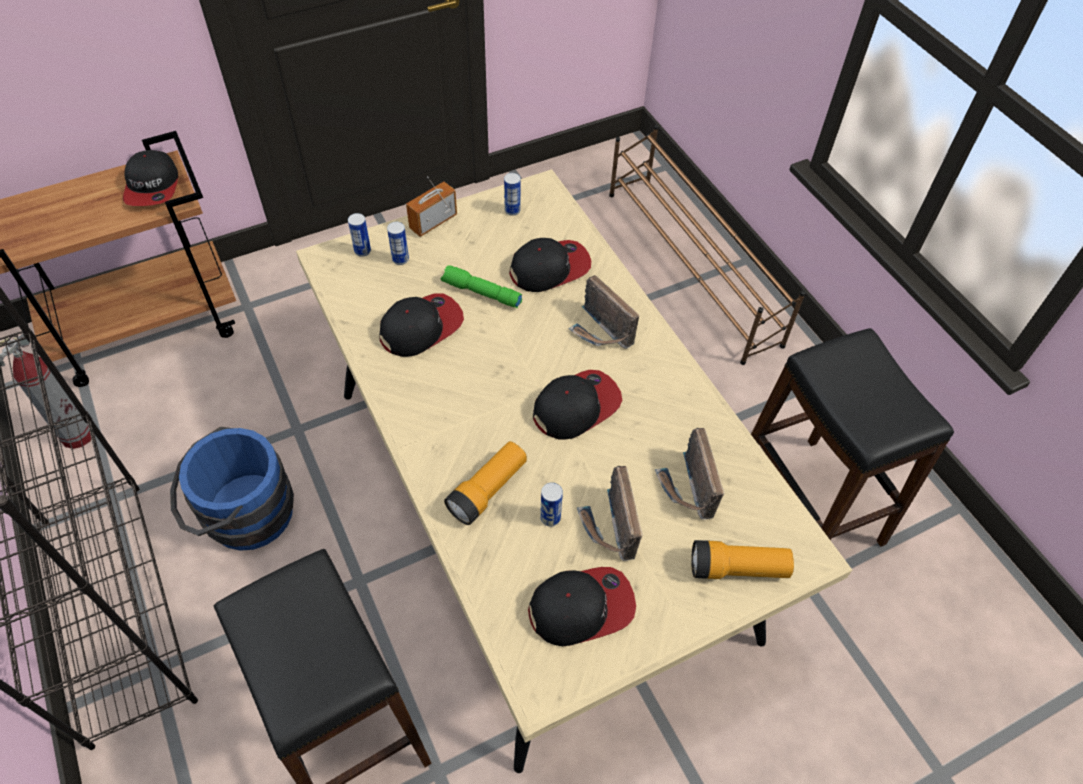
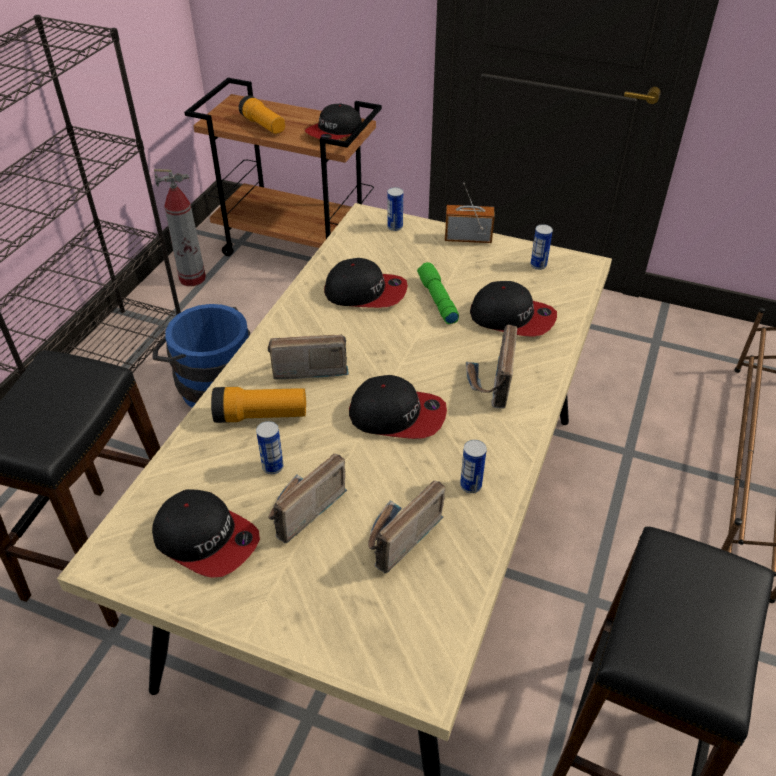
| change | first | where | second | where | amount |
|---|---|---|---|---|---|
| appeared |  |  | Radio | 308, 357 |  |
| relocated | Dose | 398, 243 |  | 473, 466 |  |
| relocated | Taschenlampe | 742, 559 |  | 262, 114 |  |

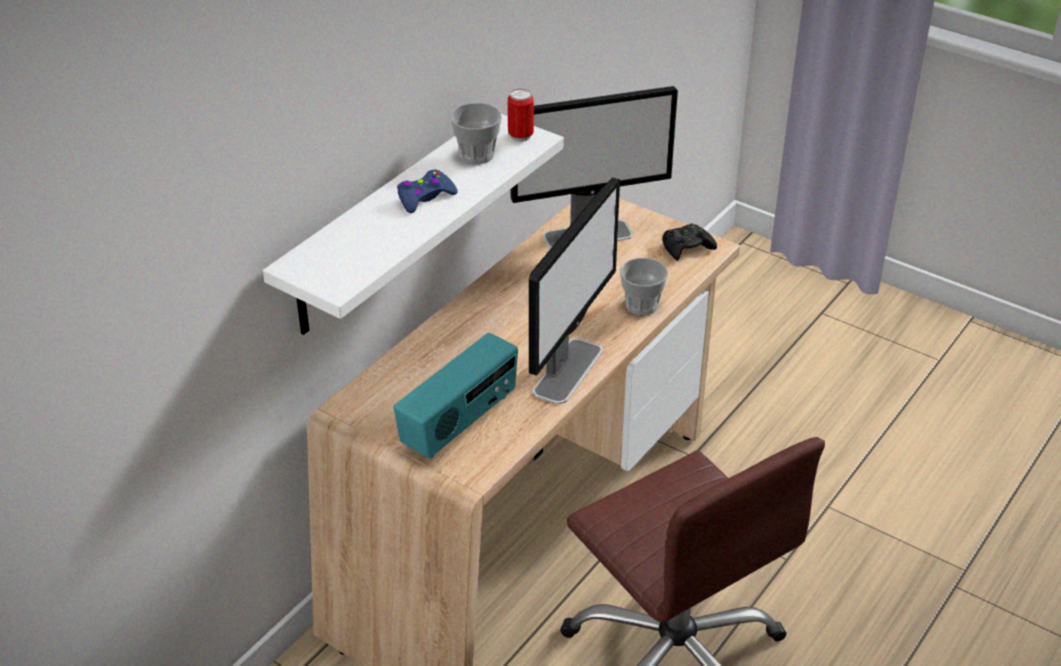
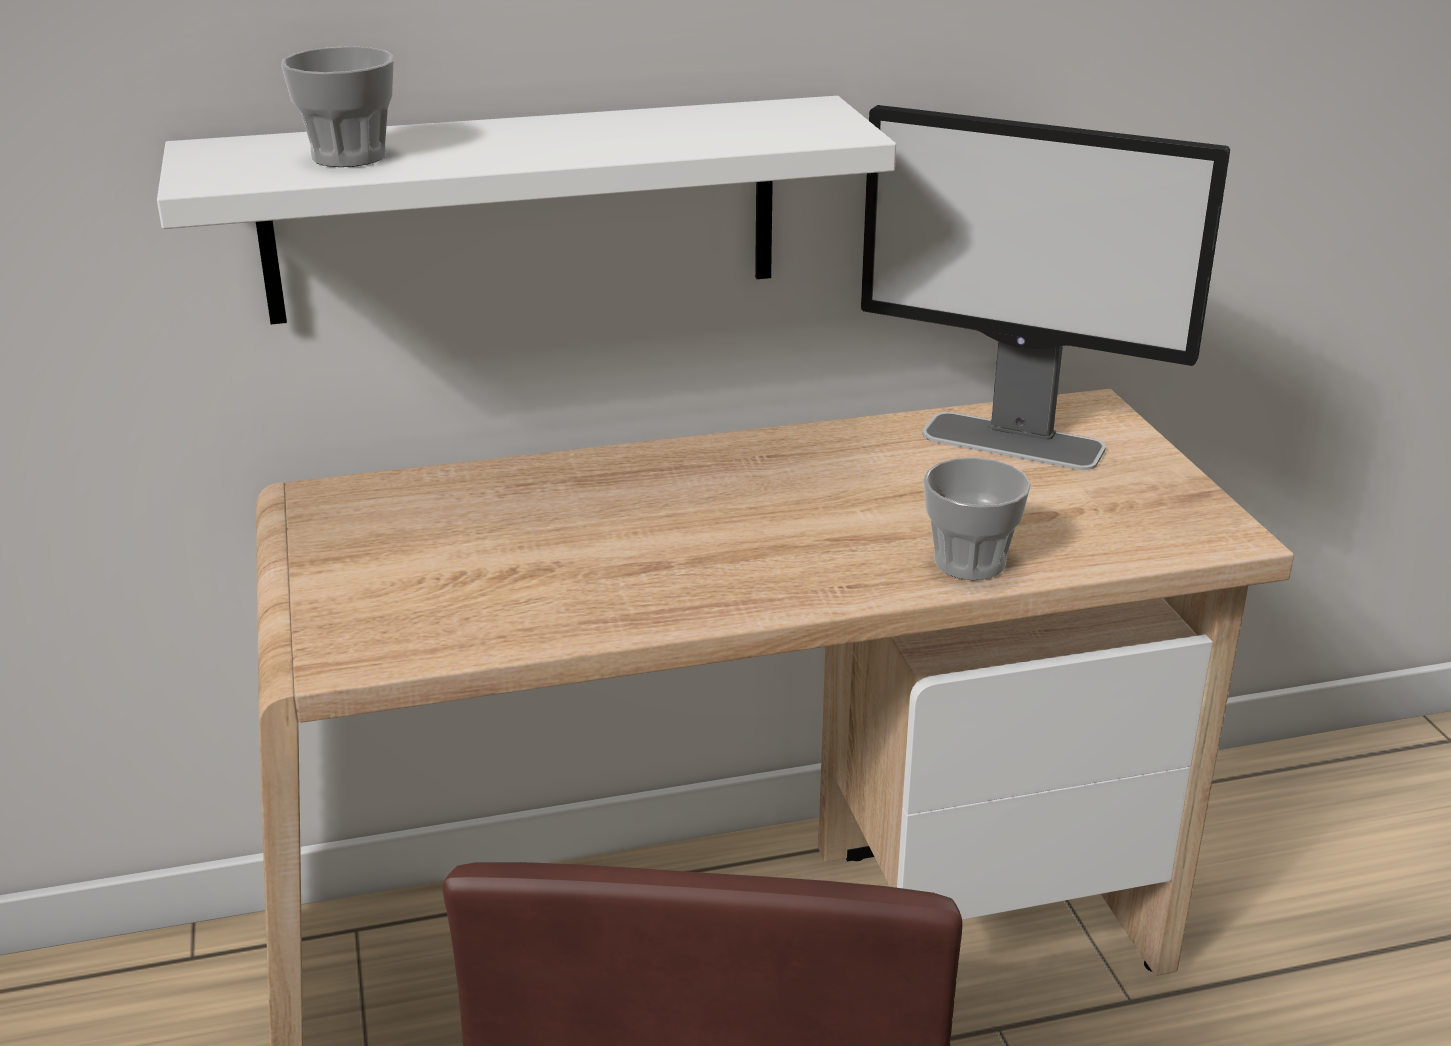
| change | first | where | second | where | amount |
|---|---|---|---|---|---|
| missing | Radio | 455, 396 |  |  |  |
| missing | Gamepad/blau | 427, 191 |  |  |  |
| missing | Dose | 521, 115 |  |  |  |
| missing | Monitor | 574, 290 |  |  |  |
| missing | Gamepad/schwarz | 689, 242 |  |  |  |
| relocated | Tasse | 476, 133 |  | 337, 106 |  |

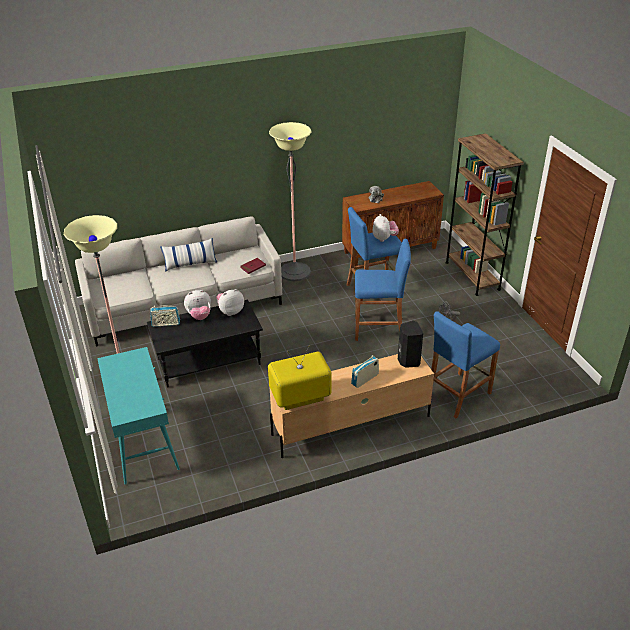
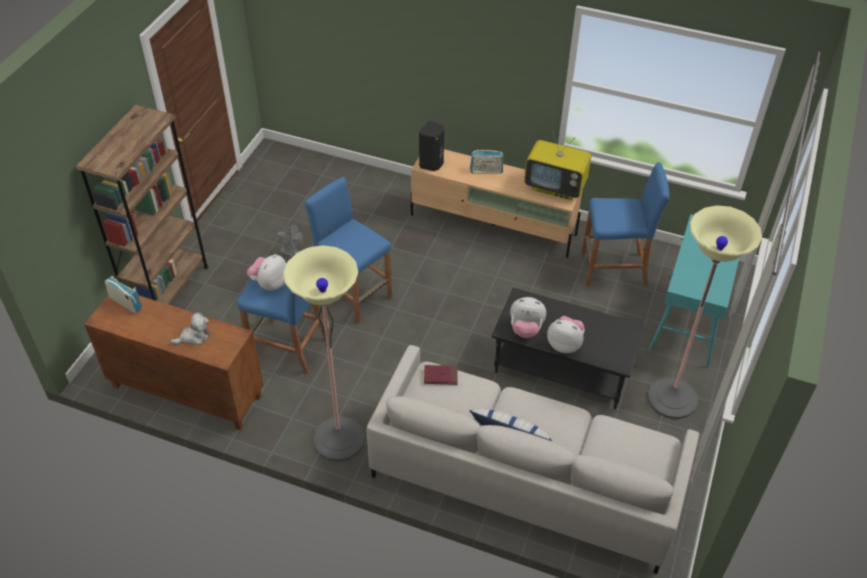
| change | first | where | second | where | amount |
|---|---|---|---|---|---|
| relocated | Radio | 165, 316 |  | 123, 295 |  |
| relocated | Hocker/blau | 465, 364 |  | 625, 224 |  |

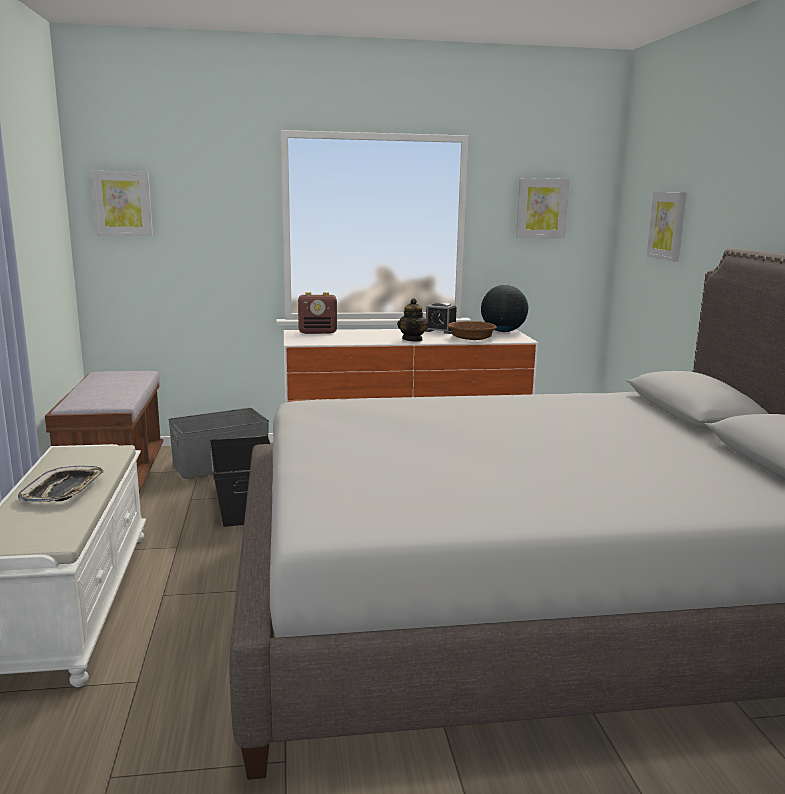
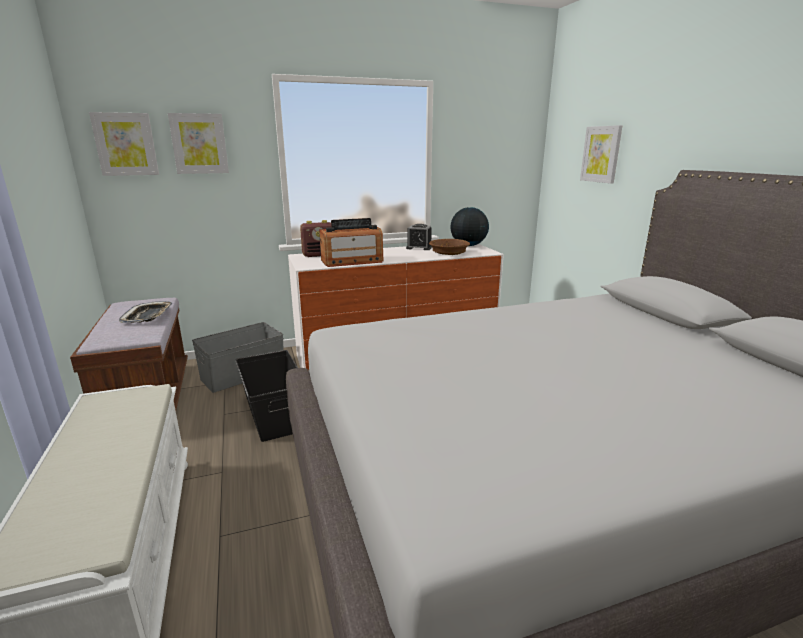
| change | first | where | second | where | amount |
|---|---|---|---|---|---|
| missing | Teekanne | 413, 320 |  |  |  |
| appeared |  |  | Radio | 351, 242 |  |
| relocated | Tablett | 61, 484 |  | 145, 312 |  |
| relocated | Bild | 542, 208 |  | 198, 143 |  |

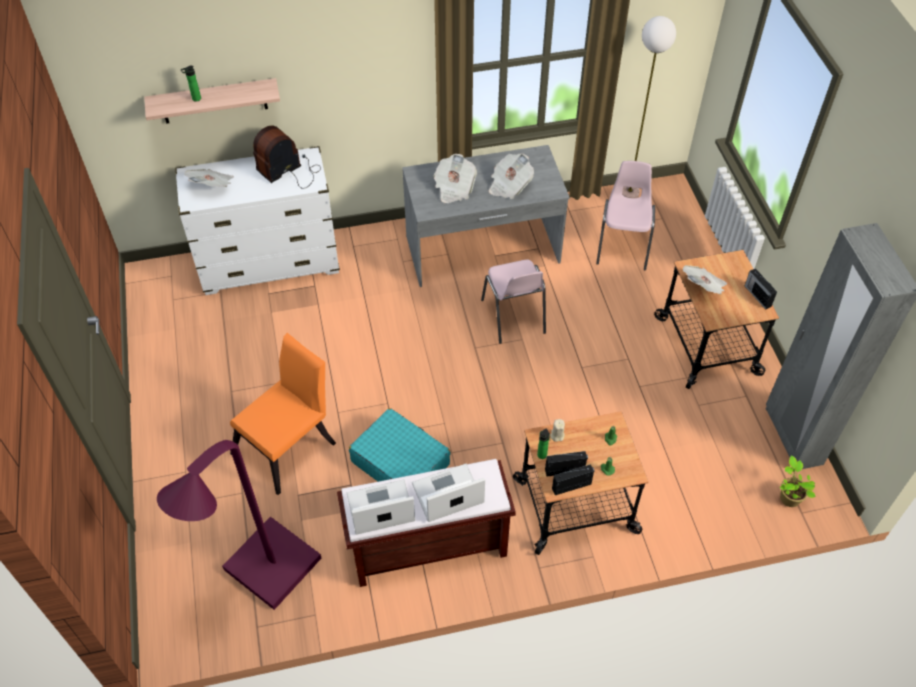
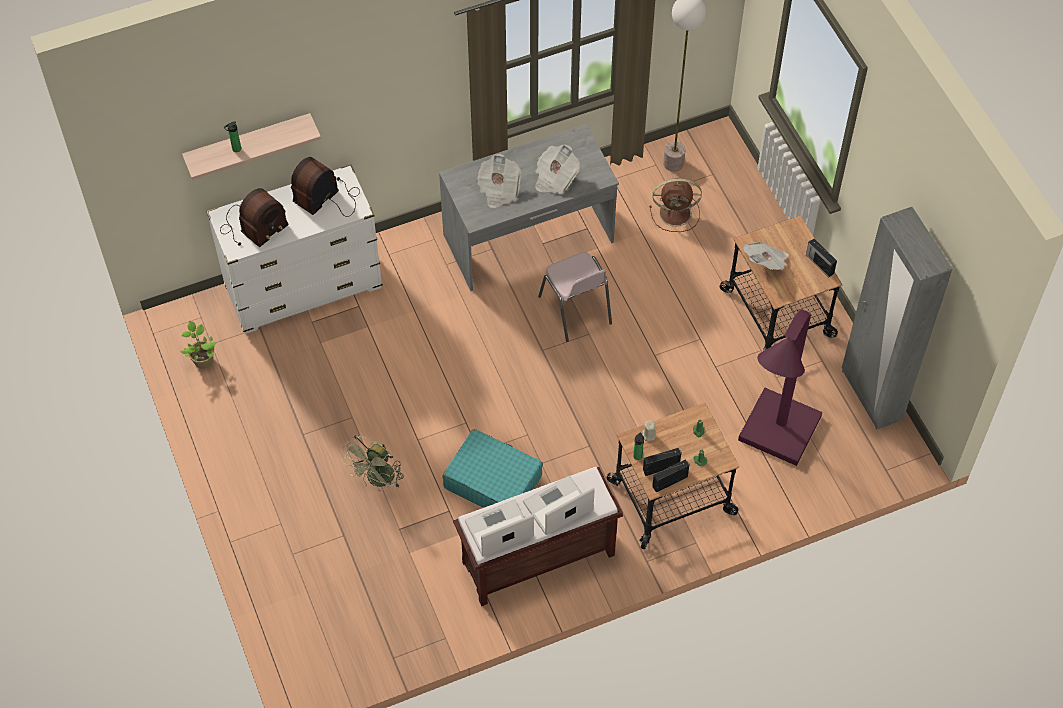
| change | first | where | second | where | amount |
|---|---|---|---|---|---|
| relocated | Stehlampe/lila | 239, 525 |  | 780, 388 |  |
| relocated | Topfpflanze | 798, 481 |  | 198, 345 |  |
| exchanged | Zeitung | 209, 178 | Radio | 254, 217 |  |
| exchanged | Stuhl/orange | 283, 414 | Ventilator/grün | 373, 463 |  |
| exchanged | Stuhl/rosa | 625, 215 | Ventilator/braun | 675, 205 |  |

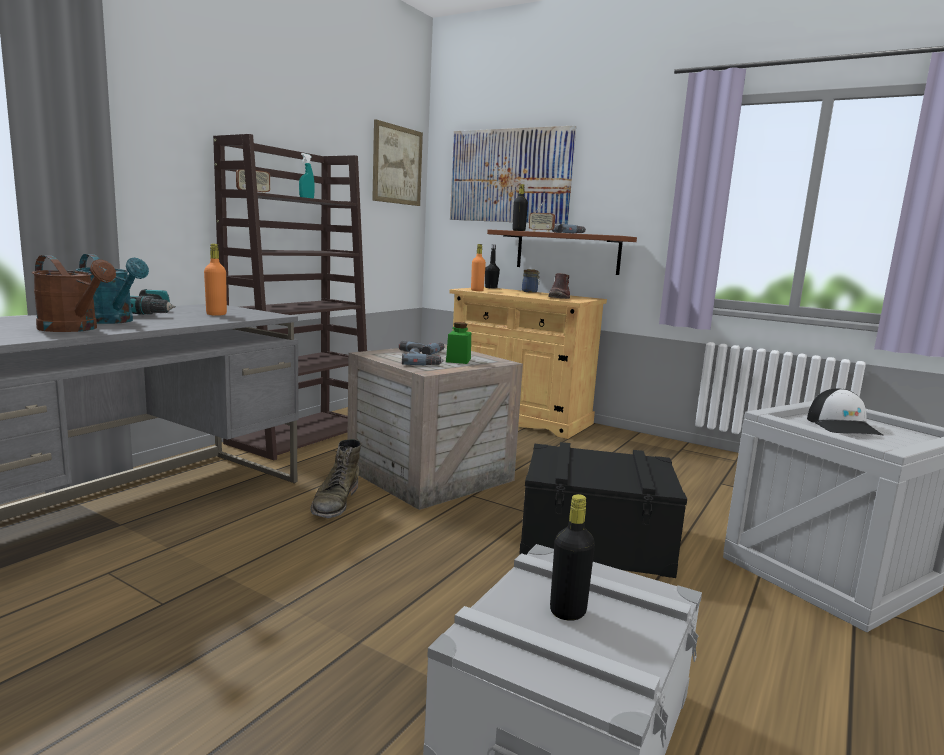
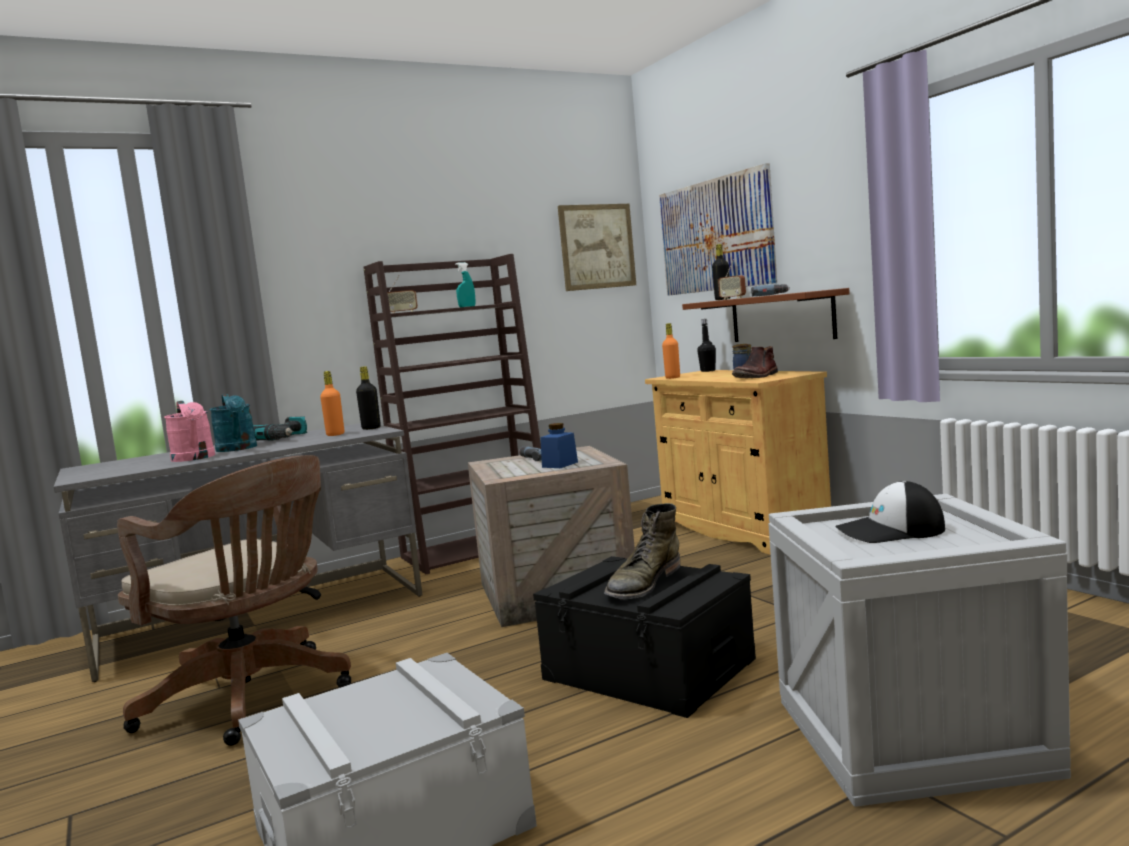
| change | first | where | second | where | amount |
|---|---|---|---|---|---|
| missing | Bohrmaschine | 422, 356 |  |  |  |
| appeared |  |  | Bürostuhl/braun | 234, 600 |  |
| relocated | Stiefel/grün | 335, 478 |  | 642, 551 |  |
| relocated | Flasche/schwarz | 572, 557 |  | 368, 398 |  |
| colour | Gießkanne/braun | 74, 293 | Gießkanne/rosa | 189, 431 |  |
| colour | Vorratsglas/grün | 458, 343 | Vorratsglas/blau | 559, 445 |  |
| spun | Kappe | 845, 411 |  | 890, 512 | 60 degrees clockwise |

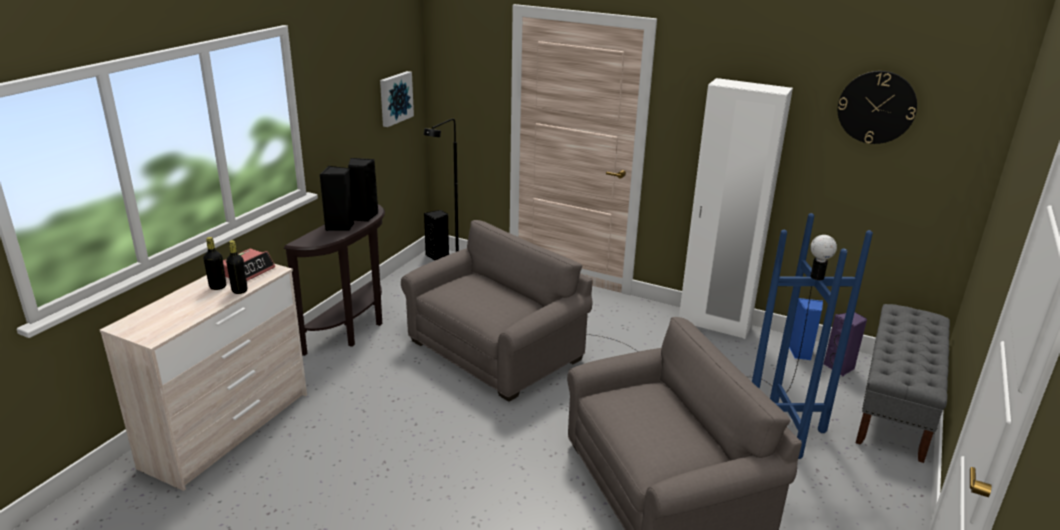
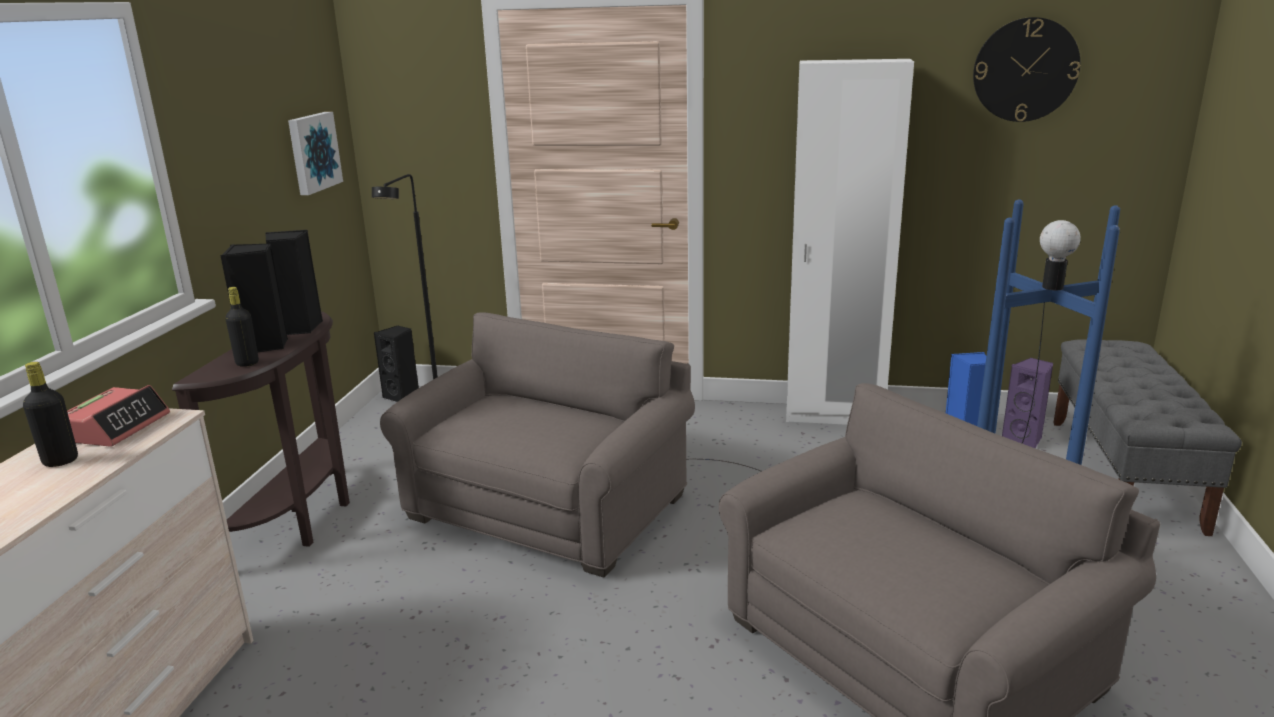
| change | first | where | second | where | amount |
|---|---|---|---|---|---|
| relocated | Flasche/schwarz | 236, 267 |  | 242, 327 |  |

